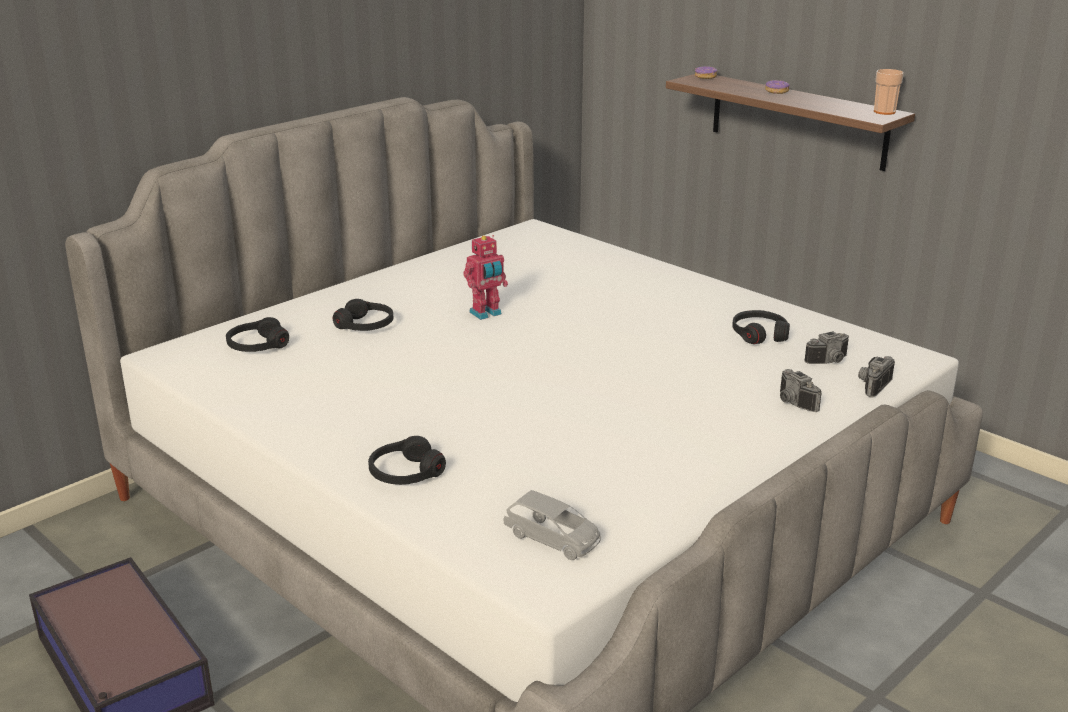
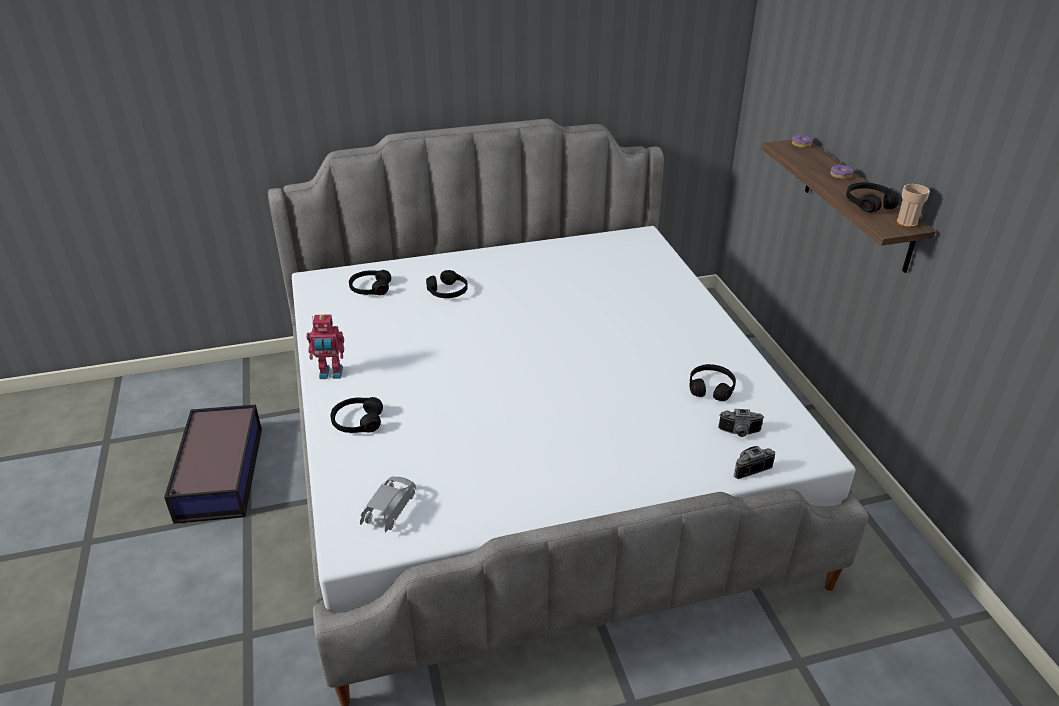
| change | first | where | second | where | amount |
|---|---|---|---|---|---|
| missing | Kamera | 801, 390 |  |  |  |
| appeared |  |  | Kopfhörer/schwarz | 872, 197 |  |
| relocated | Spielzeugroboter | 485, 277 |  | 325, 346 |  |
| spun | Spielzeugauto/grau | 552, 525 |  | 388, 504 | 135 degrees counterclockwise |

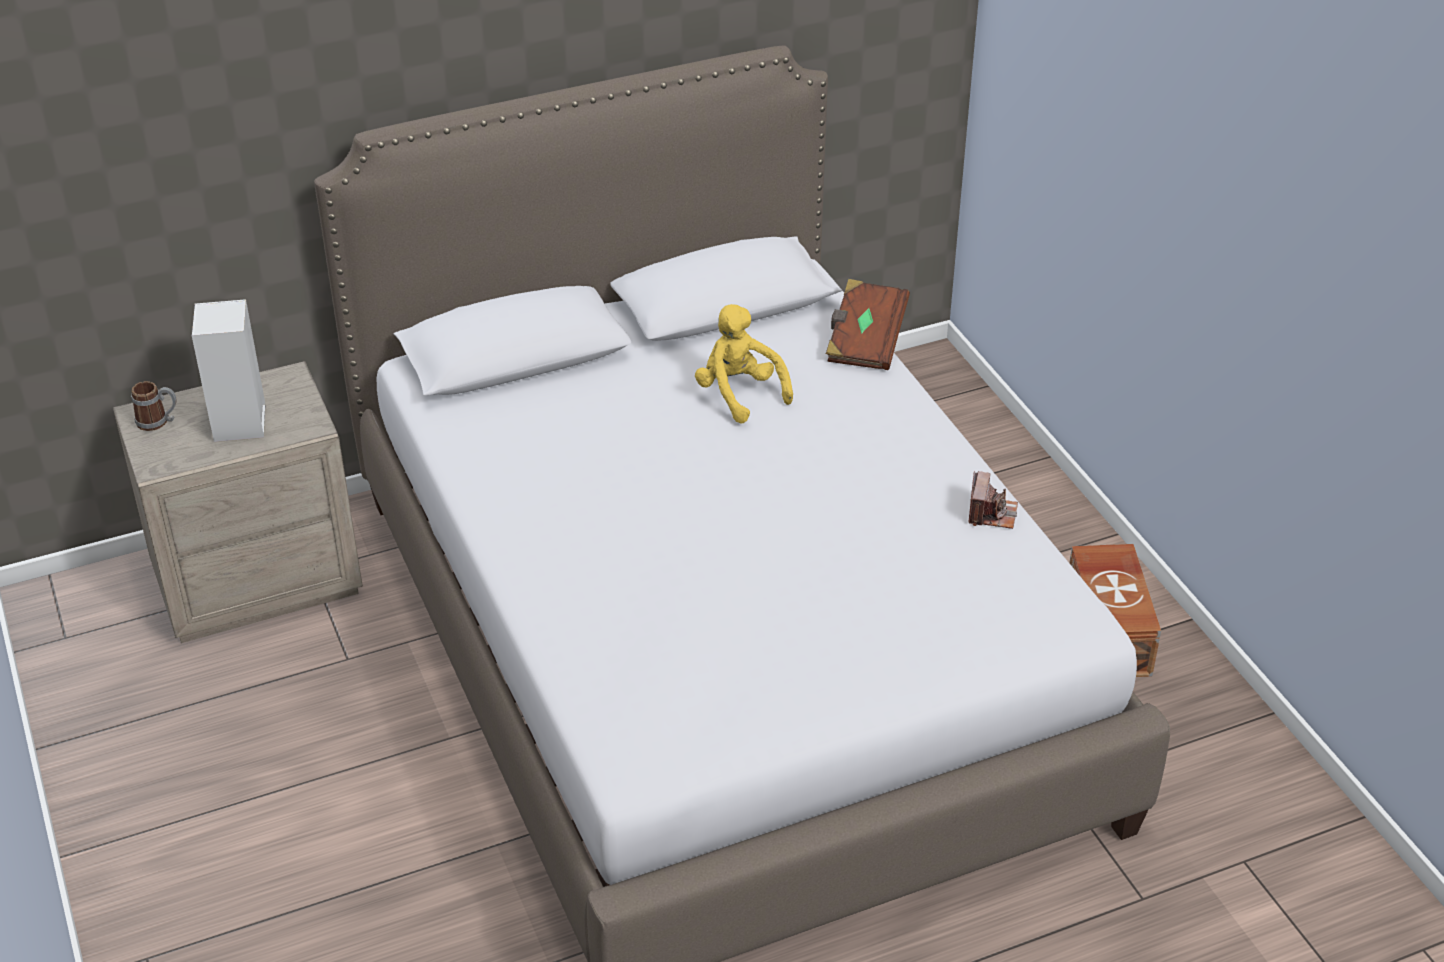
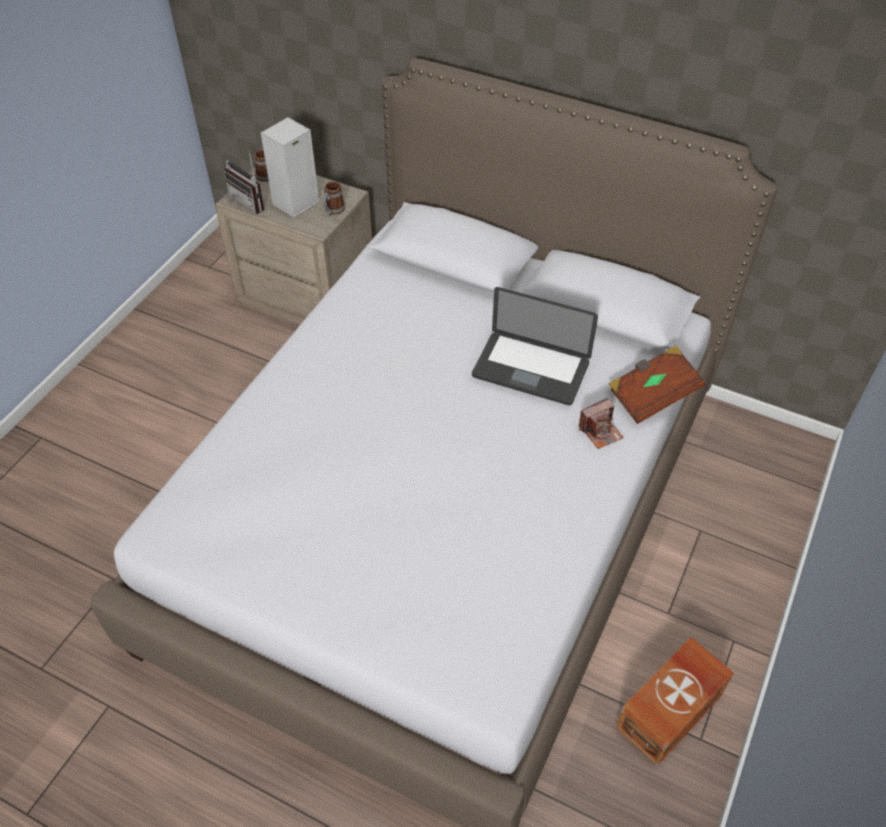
| change | first | where | second | where | amount |
|---|---|---|---|---|---|
| appeared |  |  | Radio | 244, 183 |  |
| appeared |  |  | Henkelbecher | 334, 198 |  |
| relocated | Kamera | 993, 500 |  | 601, 423 |  |
| exchanged | Plüschtier/gelb | 744, 363 | Laptop | 535, 346 |  |

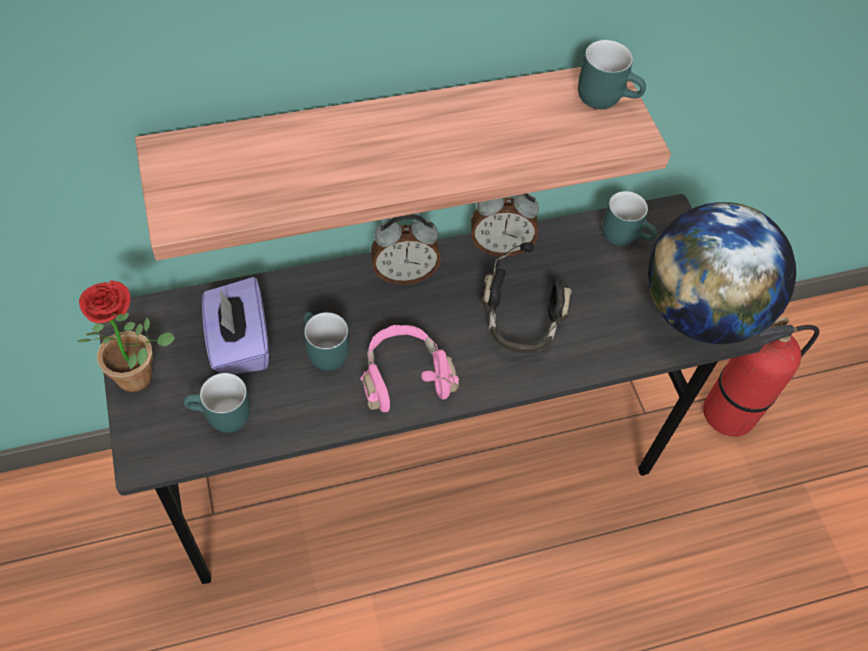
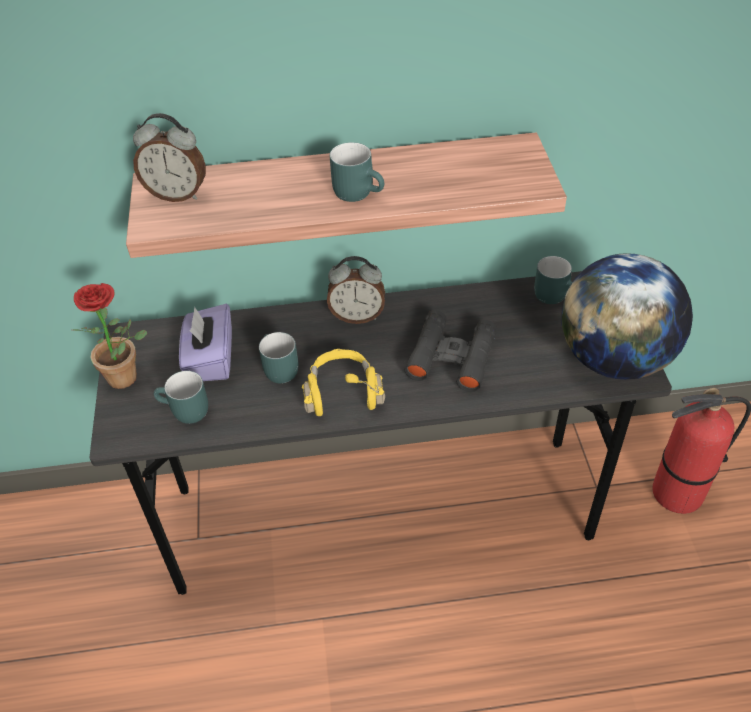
| change | first | where | second | where | amount |
|---|---|---|---|---|---|
| relocated | Wecker | 505, 225 |  | 169, 157 |  |
| relocated | Henkelbecher/türkis | 612, 74 |  | 357, 172 |  |
| exchanged | Kopfhörer/schwarz | 526, 297 | Fernglas/schwarz | 450, 351 |  |
| colour | Kopfhörer/rosa | 409, 368 | Kopfhörer/gelb | 343, 382 |  |

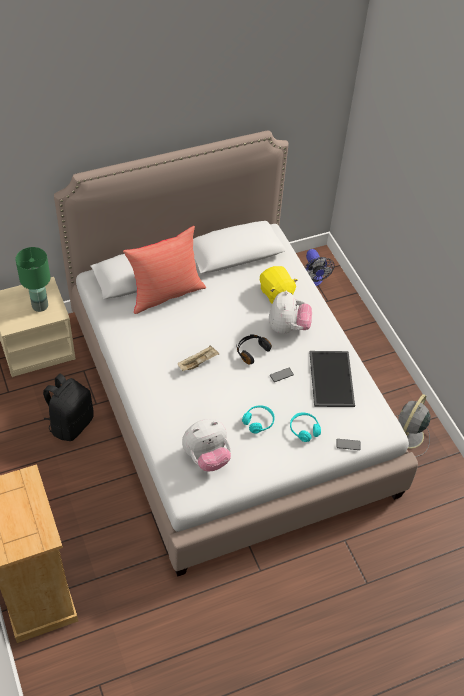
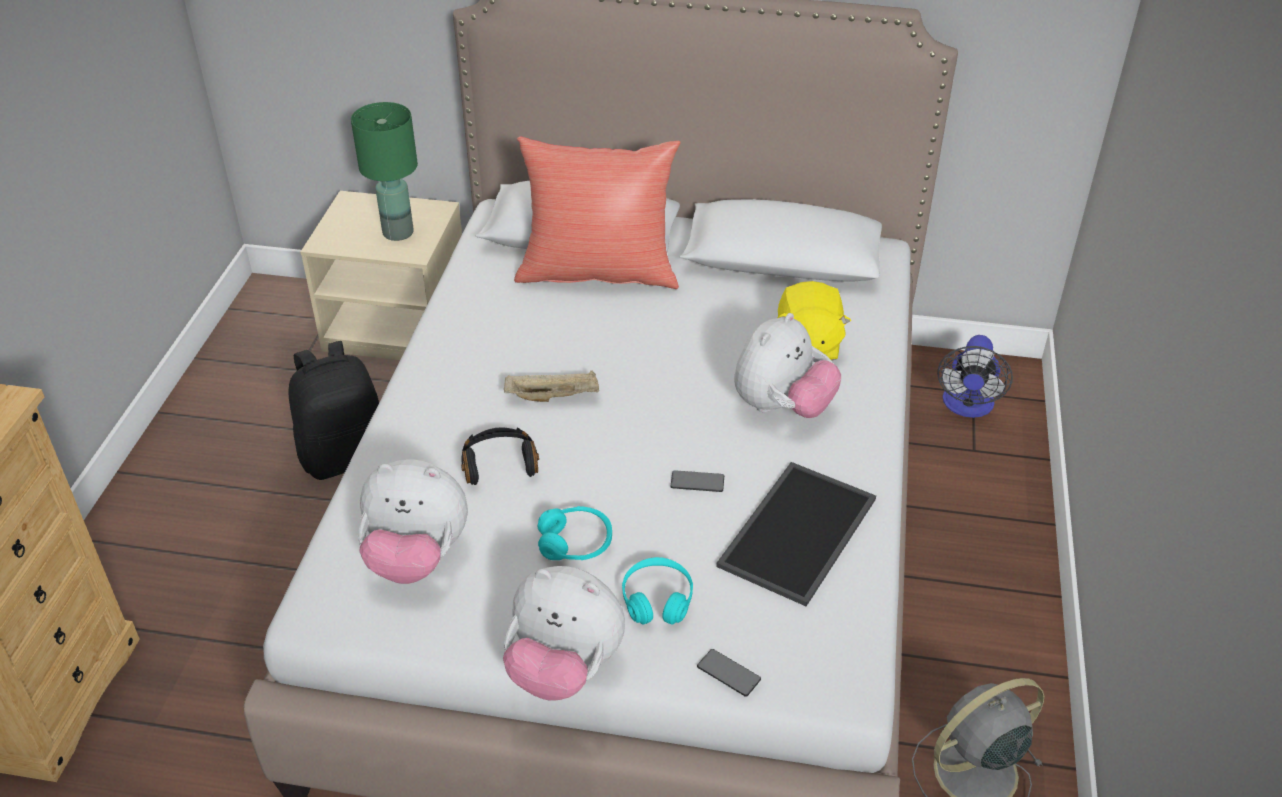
| change | first | where | second | where | amount |
|---|---|---|---|---|---|
| appeared |  |  | Plüschtier | 564, 633 |  |
| relocated | Kopfhörer/schwarz | 254, 349 |  | 500, 456 |  |

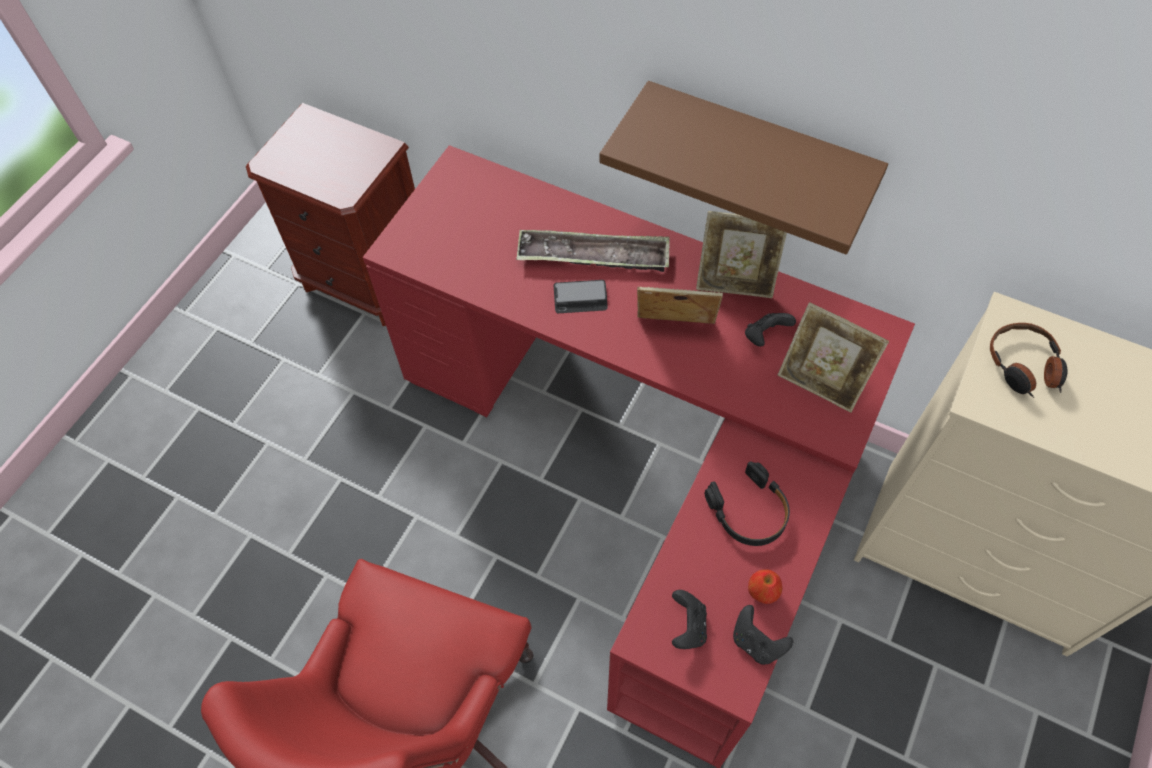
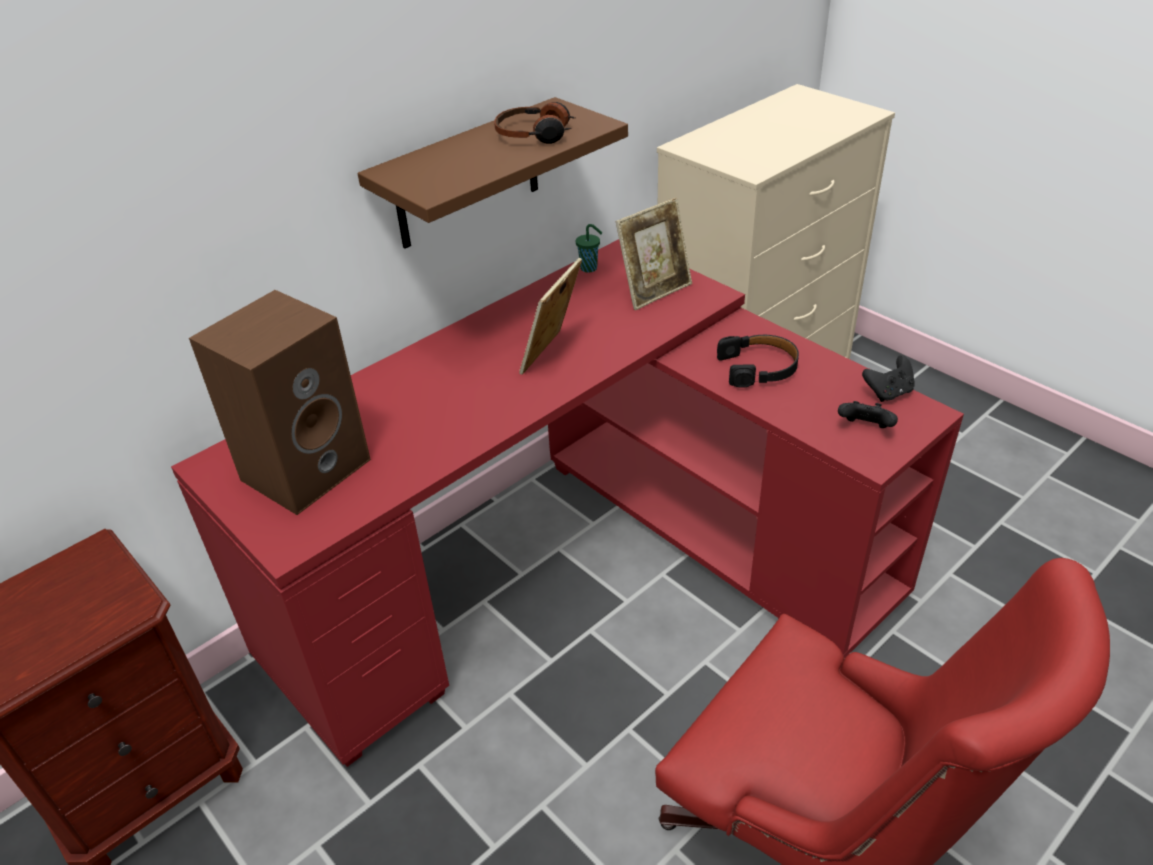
| change | first | where | second | where | amount |
|---|---|---|---|---|---|
| missing | Tablett | 593, 251 |  |  |  |
| missing | Handy | 581, 296 |  |  |  |
| missing | Bilderrahmen | 741, 254 |  |  |  |
| missing | Gamepad/schwarz | 770, 330 |  |  |  |
| missing | Apfel | 765, 586 |  |  |  |
| appeared |  |  | Lautsprecher/braun | 280, 402 |  |
| appeared |  |  | Tasse/grün | 589, 248 |  |
| relocated | Kopfhörer | 1029, 360 |  | 535, 123 |  |

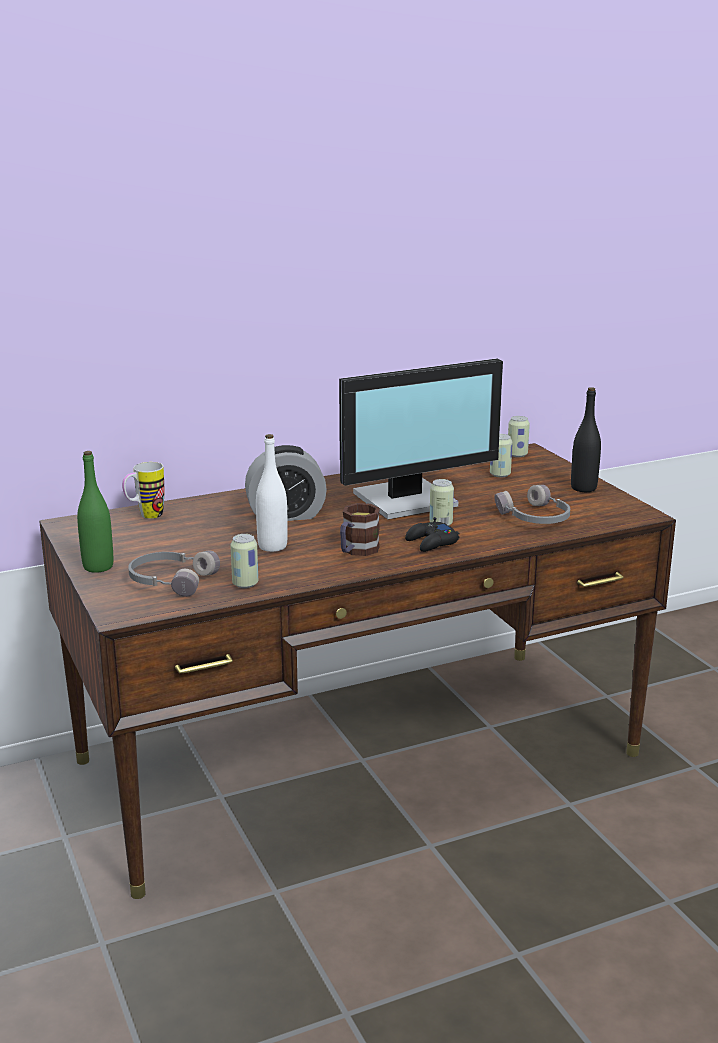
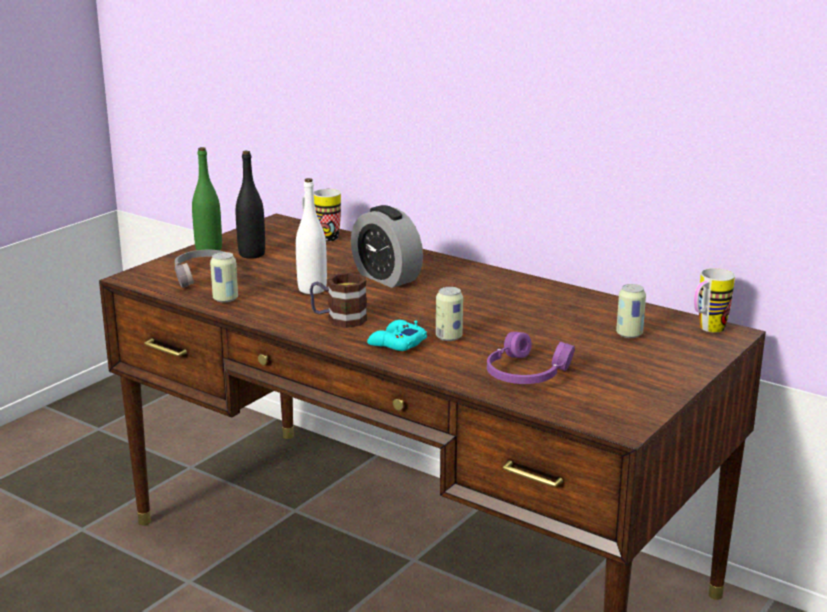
| change | first | where | second | where | amount |
|---|---|---|---|---|---|
| missing | Monitor | 421, 439 |  |  |  |
| relocated | Flasche/schwarz | 586, 439 |  | 250, 205 |  |
| exchanged | Dose | 519, 436 | Henkelbecher | 714, 300 |  |
| colour | Gamepad/schwarz | 432, 534 | Gamepad/türkis | 397, 335 |  |
| colour | Kopfhörer/grau | 532, 504 | Kopfhörer/lila | 531, 358 |  |

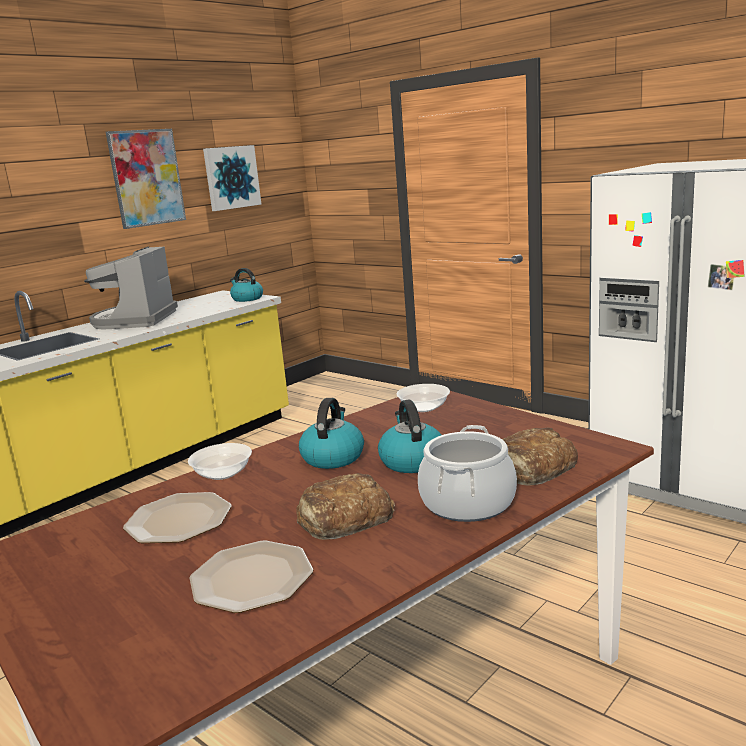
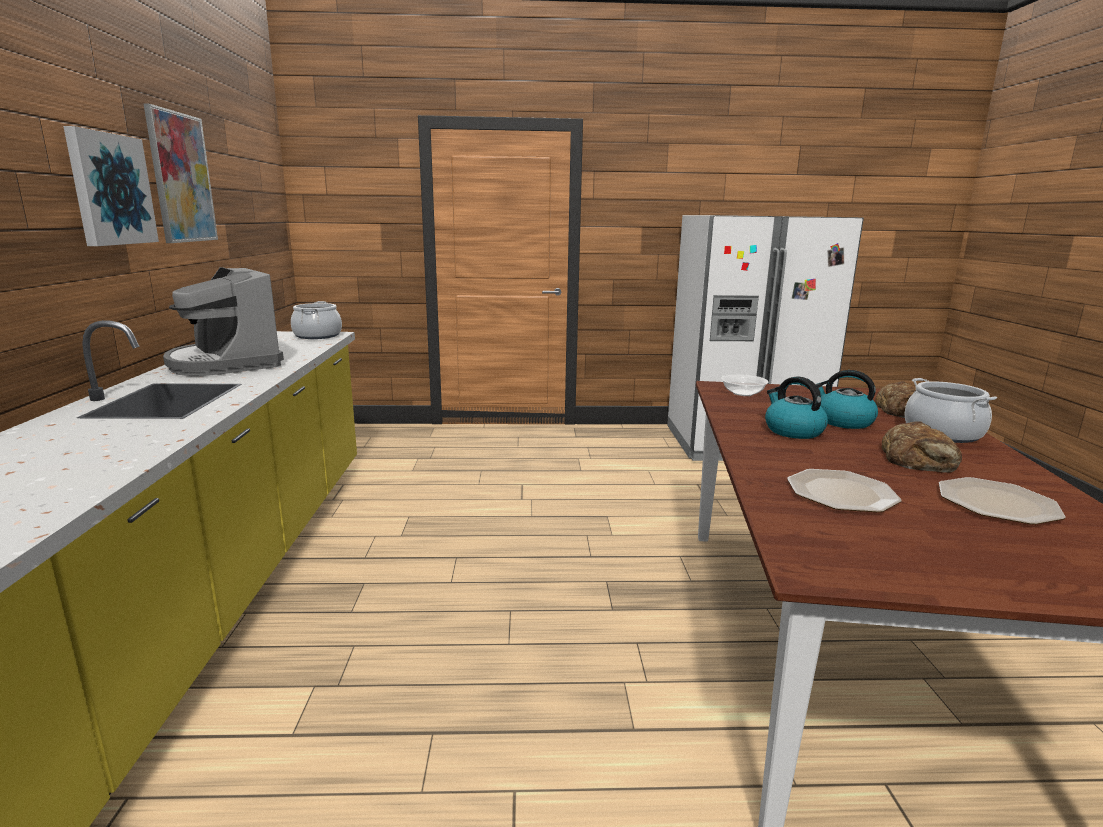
| change | first | where | second | where | amount |
|---|---|---|---|---|---|
| missing | Schüssel | 220, 461 |  |  |  |
| relocated | Bild | 232, 178 |  | 111, 186 |  |
| exchanged | Wasserkessel | 246, 285 | Kochtopf | 316, 320 |  |

